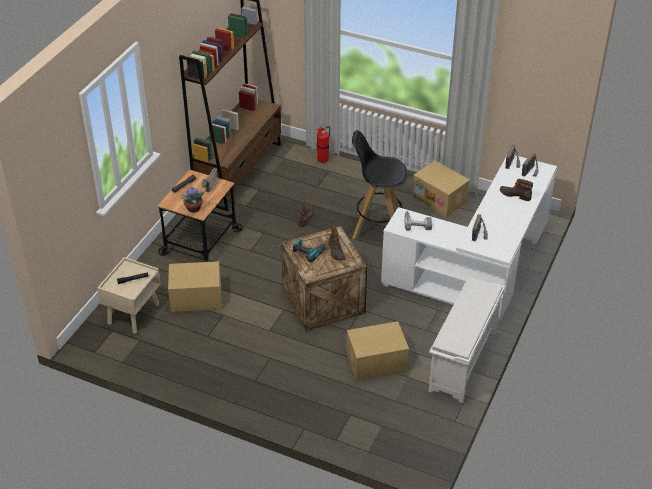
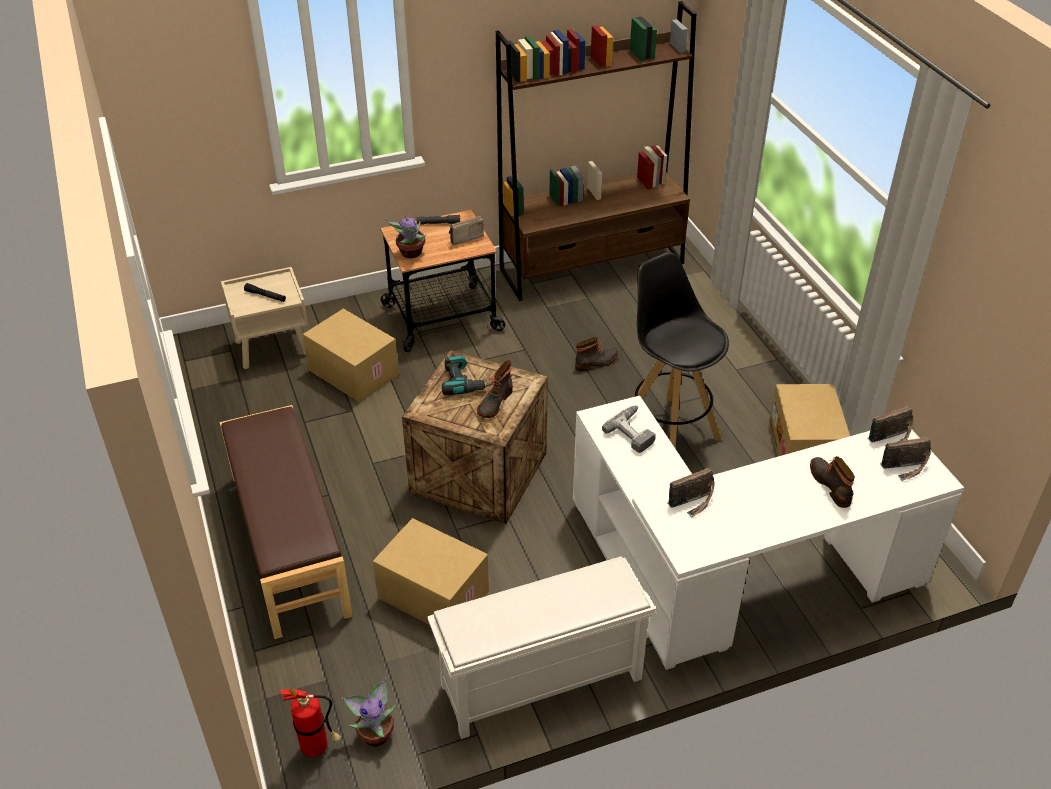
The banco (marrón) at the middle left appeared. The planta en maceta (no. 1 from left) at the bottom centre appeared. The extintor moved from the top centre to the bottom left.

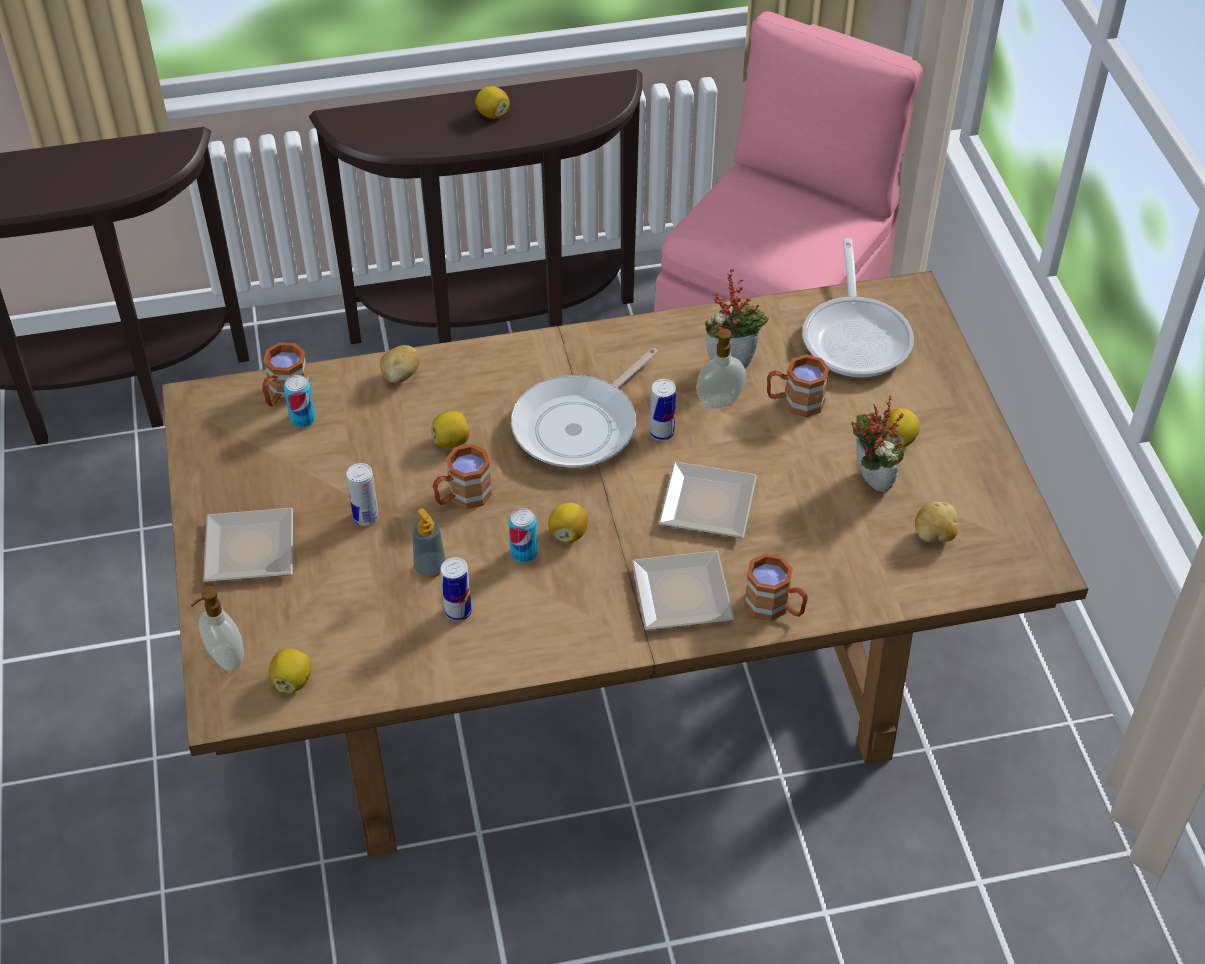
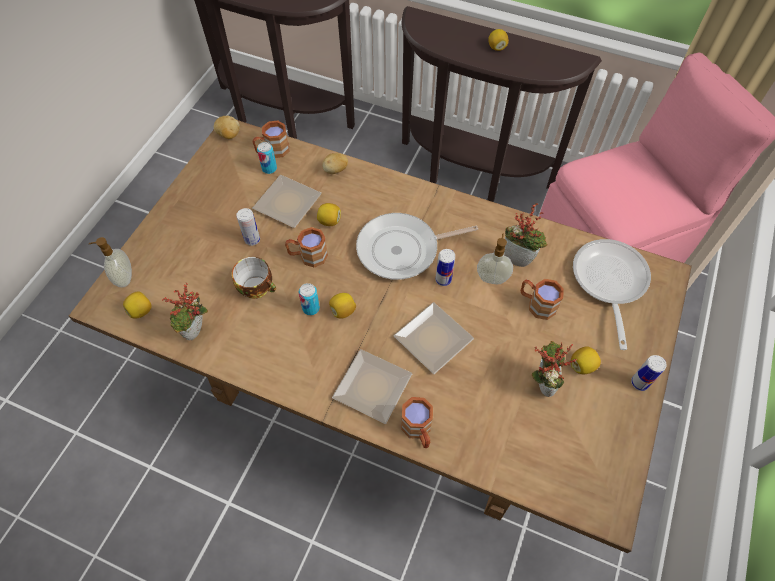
The planta en maceta (no. 1 from left) at the middle left appeared. The plato (no. 1 from left) moved from the middle left to the centre. The lata (no. 3 from left in the first image) moved from the centre to the middle right. The patata (no. 2 from left in the first image) moved from the middle right to the top left. The dispensador de jabón (no. 2 from left) at the centre was replaced by the taza at the middle left. The sartén (no. 2 from left) at the top right turned 150 degrees clockwise.

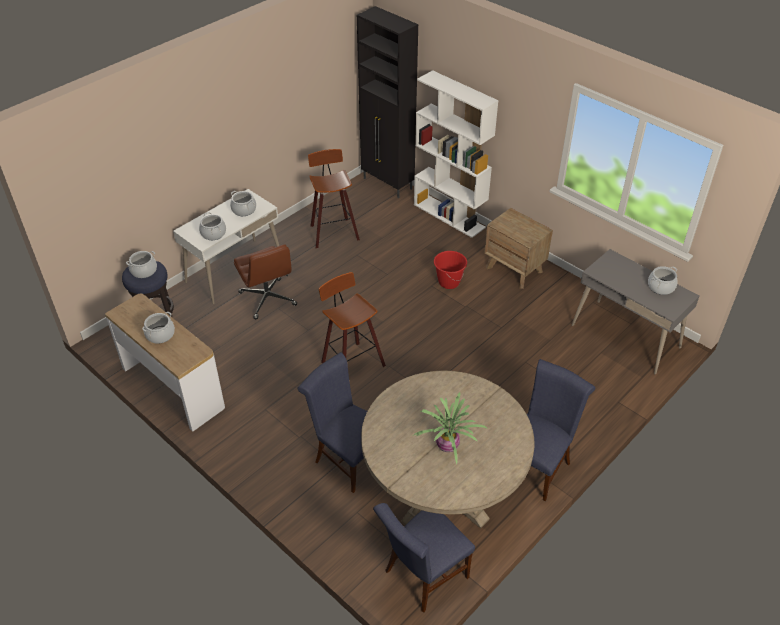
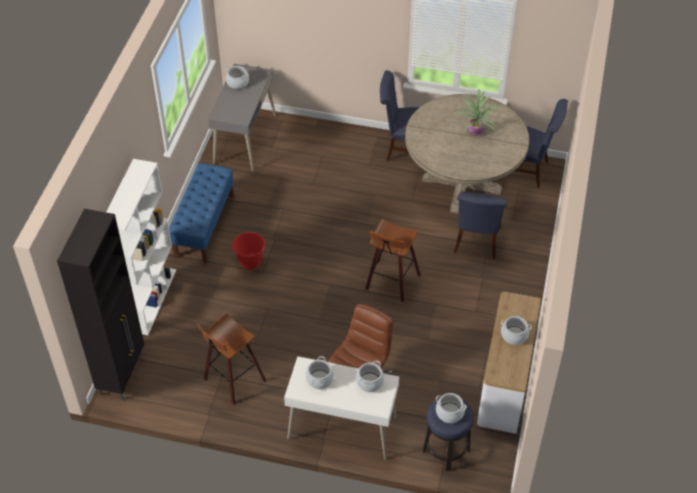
The mesita de noche (marrón) at the centre was replaced by the banco (azul) at the middle left.

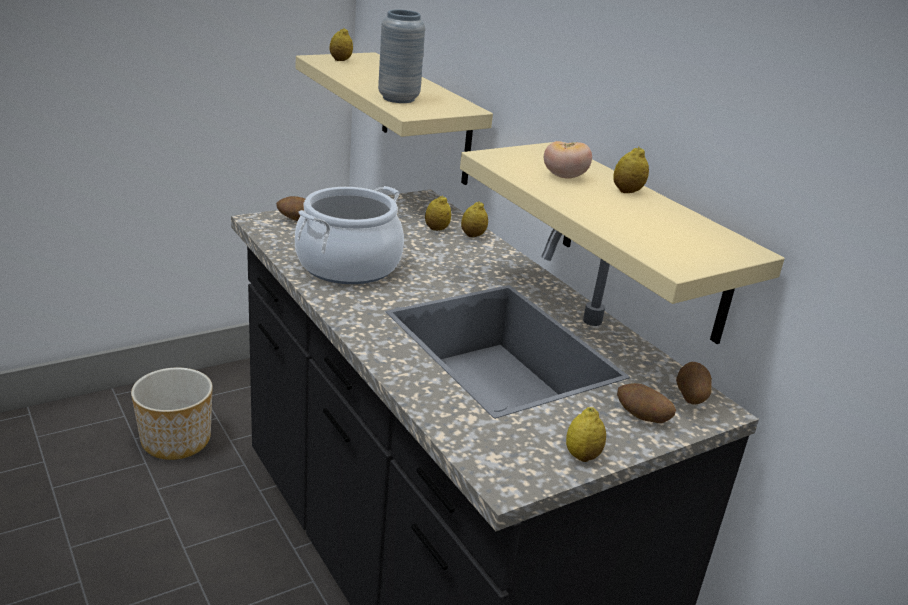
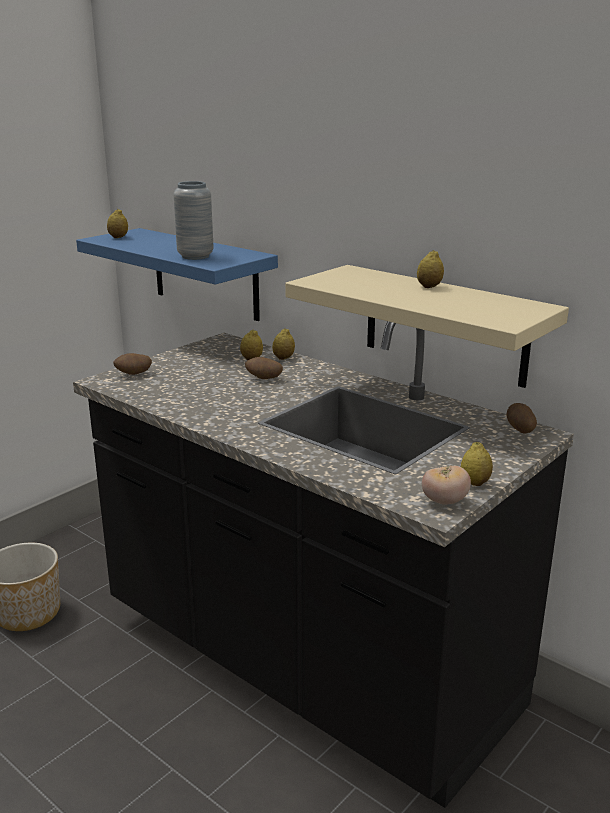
The olla at the centre disappeared. The tomate moved from the top centre to the middle right. The patata (no. 2 from left) moved from the middle right to the centre. The estante (beis) (no. 1 from left) at the top centre became the estante (azul) at the middle left.

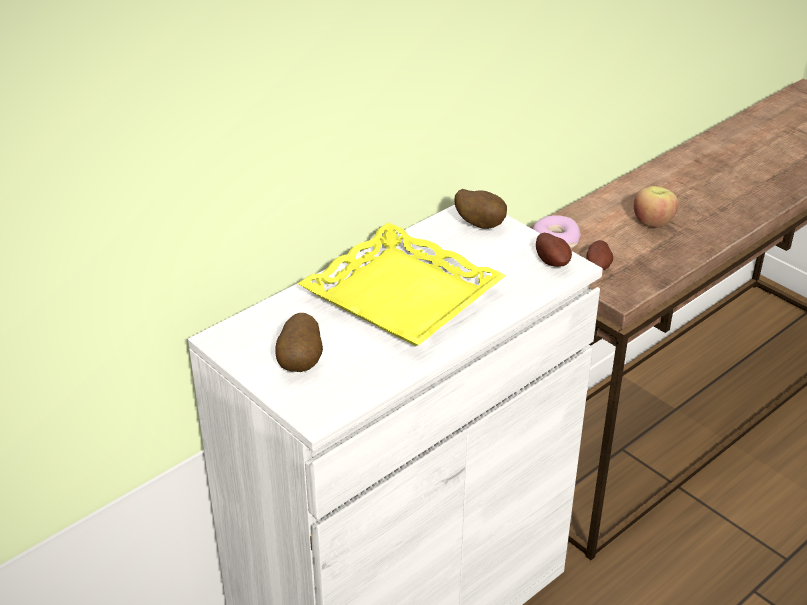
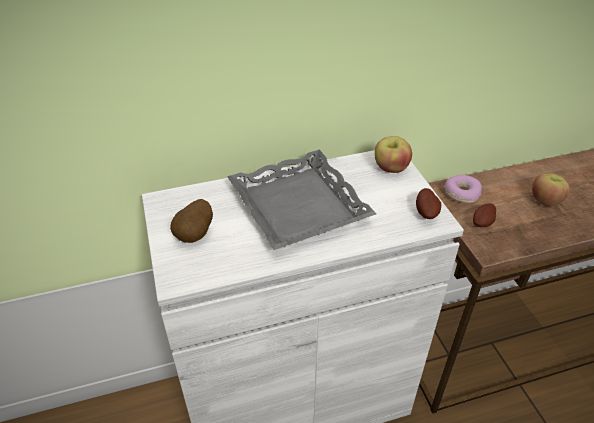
The patata (no. 2 from left) at the centre was replaced by the manzana (no. 1 from left) at the centre. The bandeja (amarillo) at the centre became the bandeja (gris) at the centre.

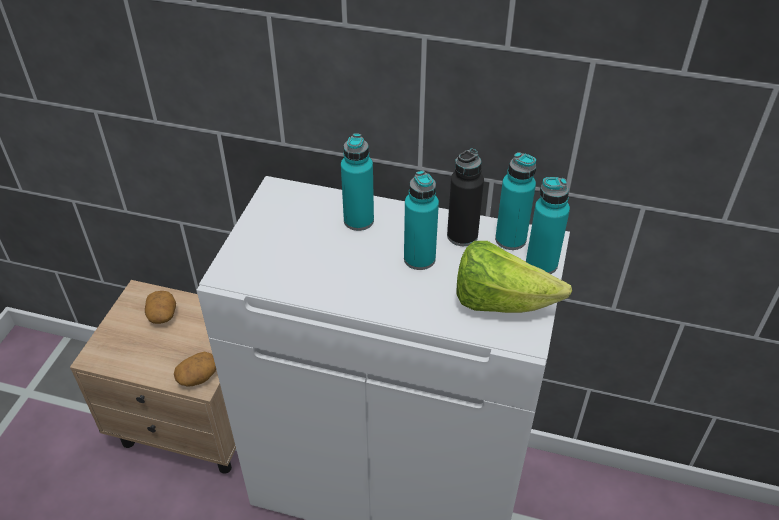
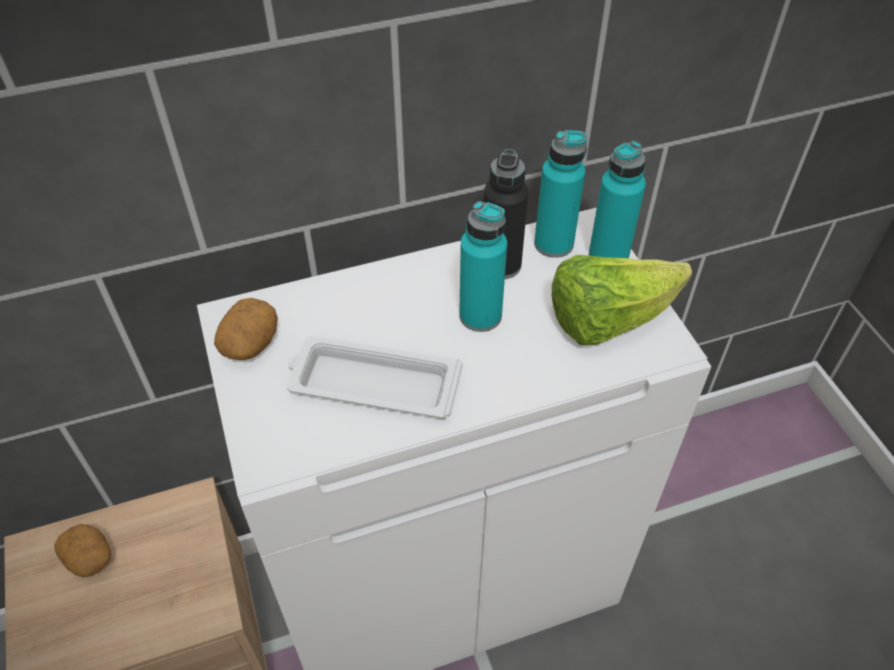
The botella (turquesa) (no. 1 from left) at the centre disappeared. The bandeja (blanco) at the centre appeared. The patata (no. 2 from left) moved from the bottom left to the middle left.

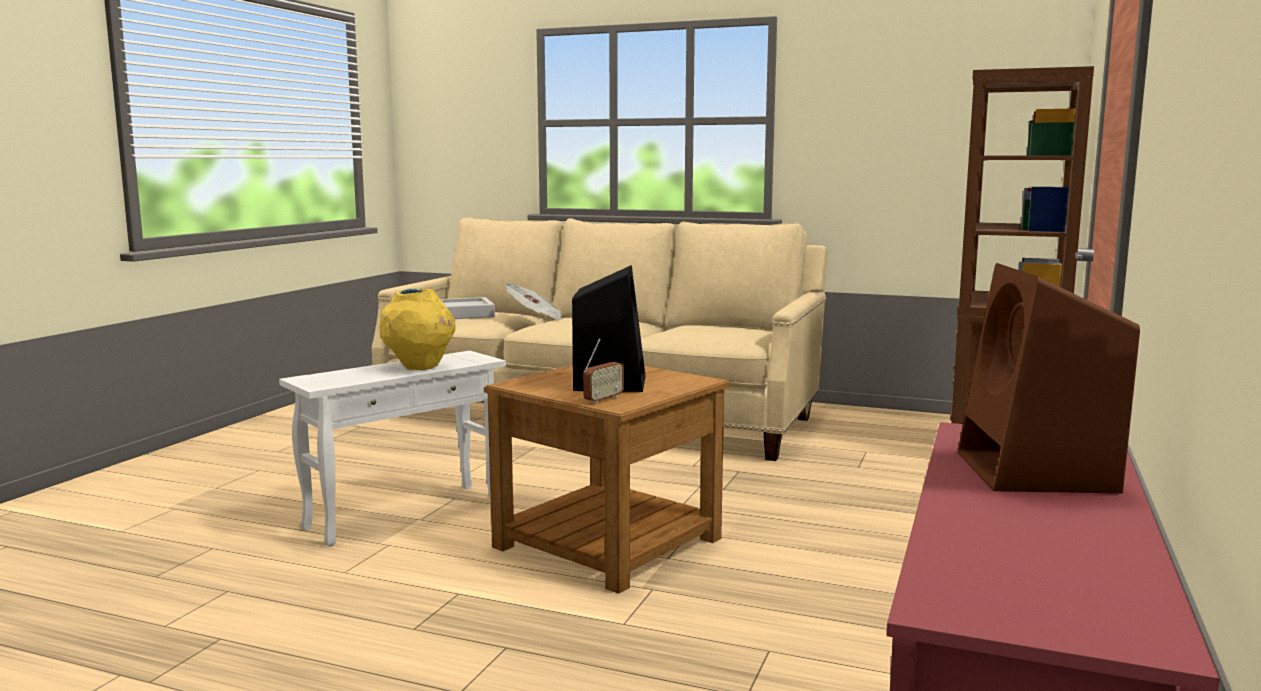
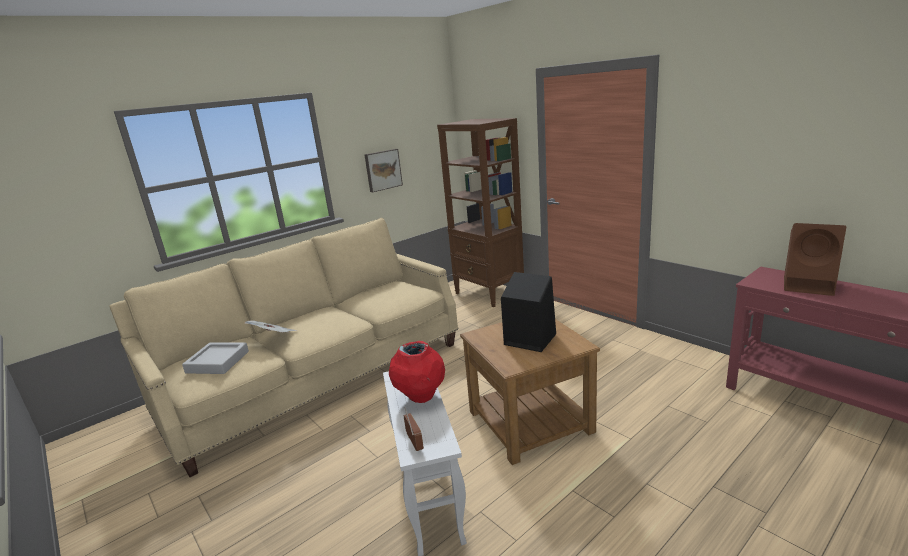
The cuadro at the top centre appeared. The radio moved from the centre to the bottom centre. The florero (amarillo) at the middle left became the florero (rojo) at the bottom centre.

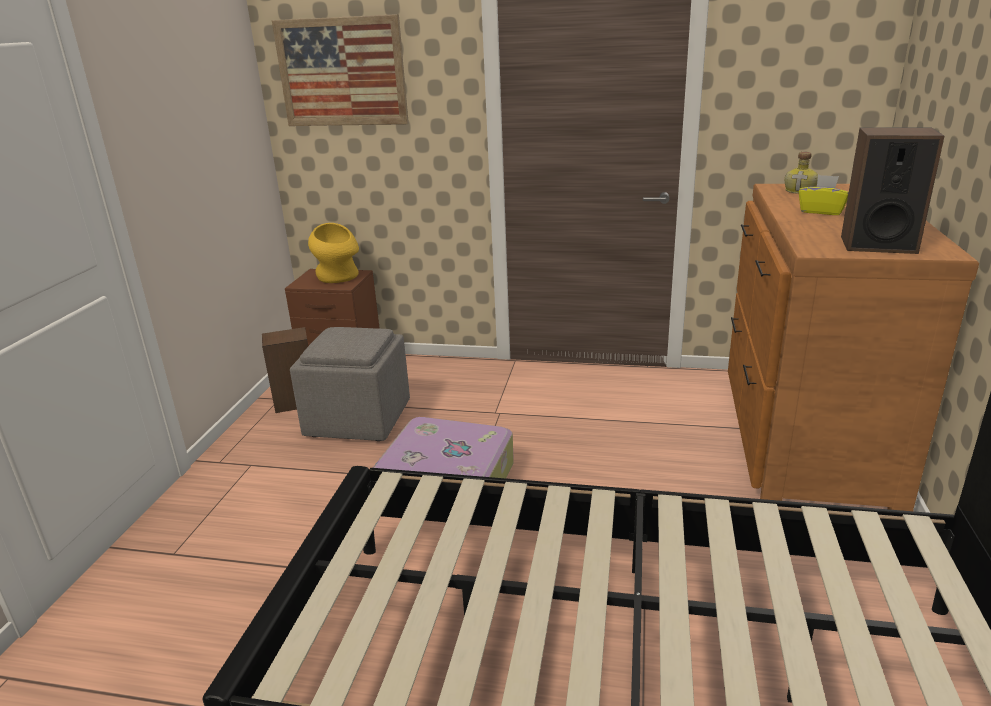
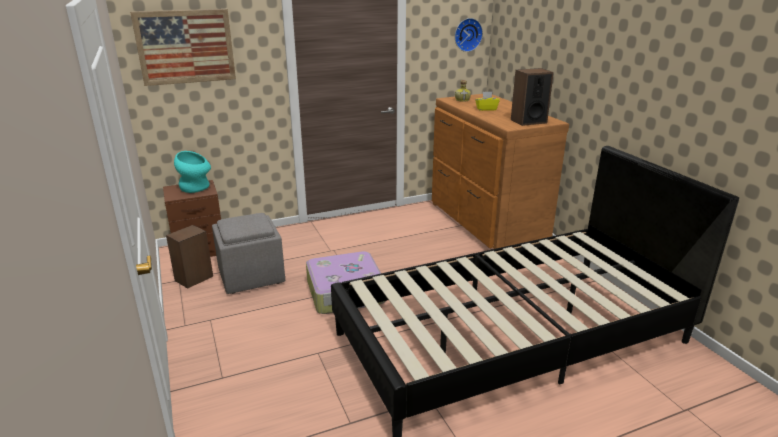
The reloj de pared at the top centre appeared. The florero (amarillo) at the centre became the florero (turquesa) at the middle left.

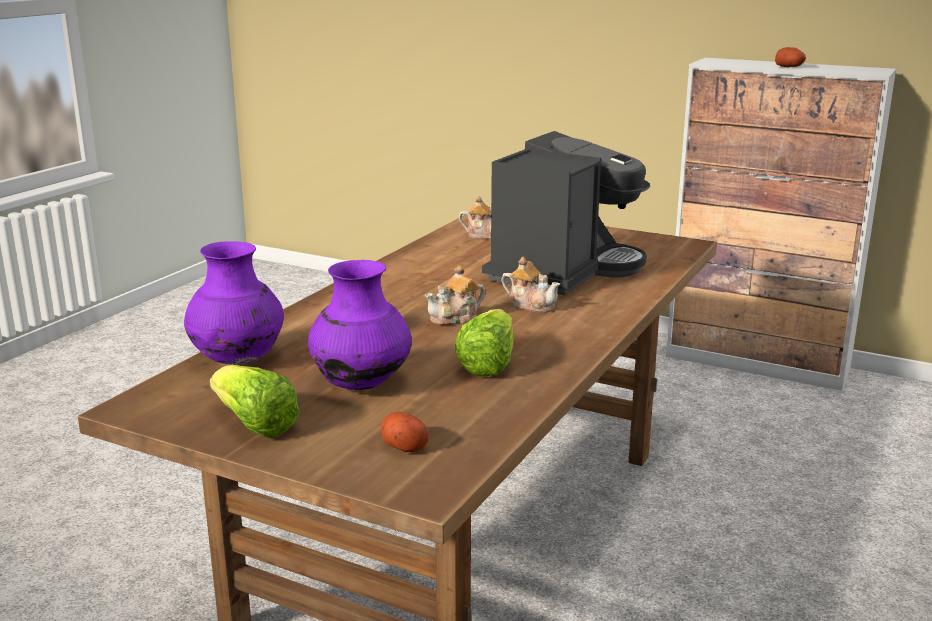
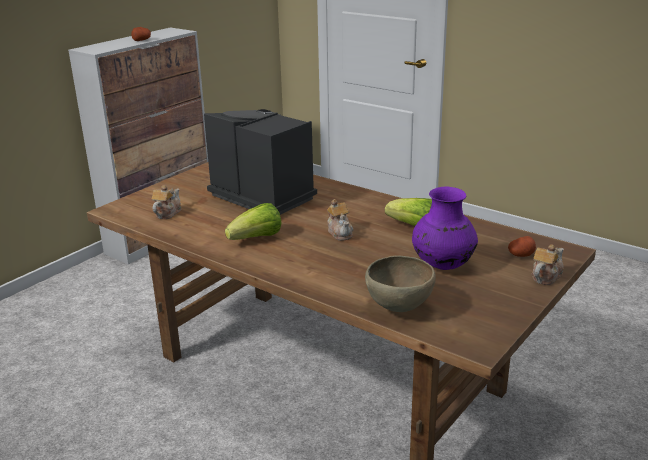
The lechuga (no. 1 from left) moved from the middle left to the centre. The tetera (no. 3 from left) moved from the centre to the middle right. The florero (morado) (no. 1 from left) at the middle left was replaced by the cuenco (marrón) at the centre.

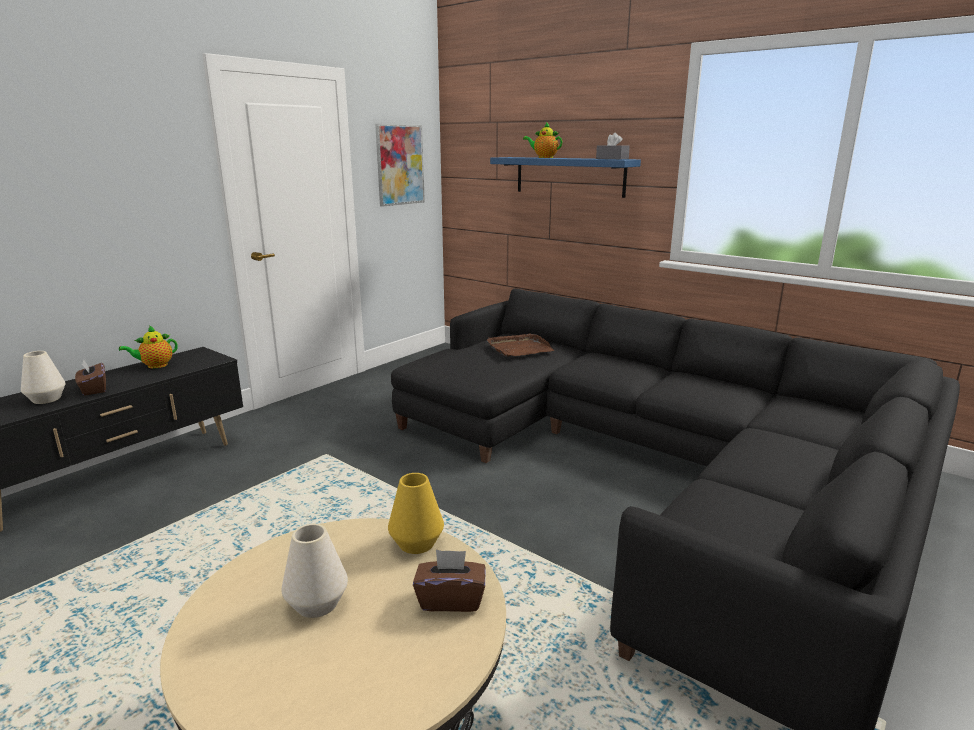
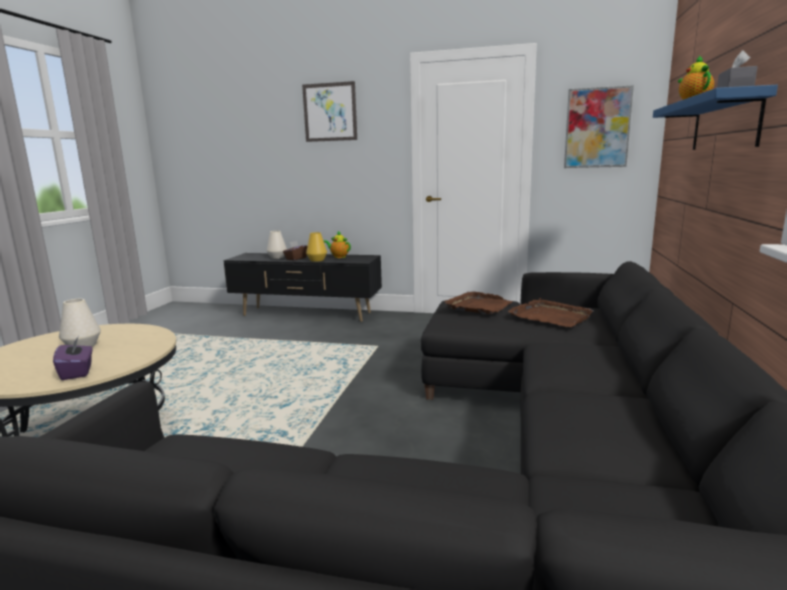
The cuadro (no. 1 from left) at the top centre appeared. The bandeja (marrón) (no. 1 from left) at the centre appeared. The florero (amarillo) moved from the bottom centre to the centre. The caja de pañuelos (marrón) (no. 2 from left) at the bottom centre became the caja de pañuelos (morado) at the middle left.

